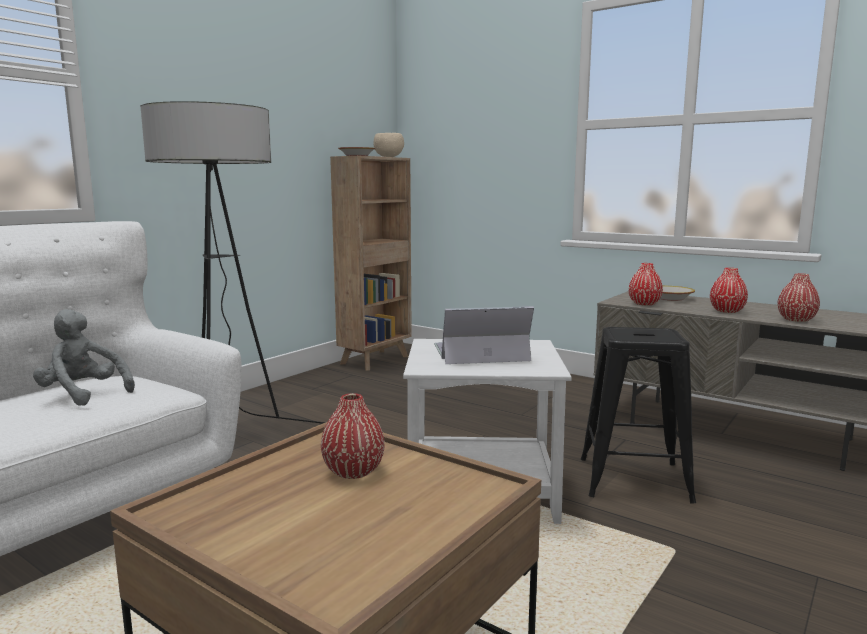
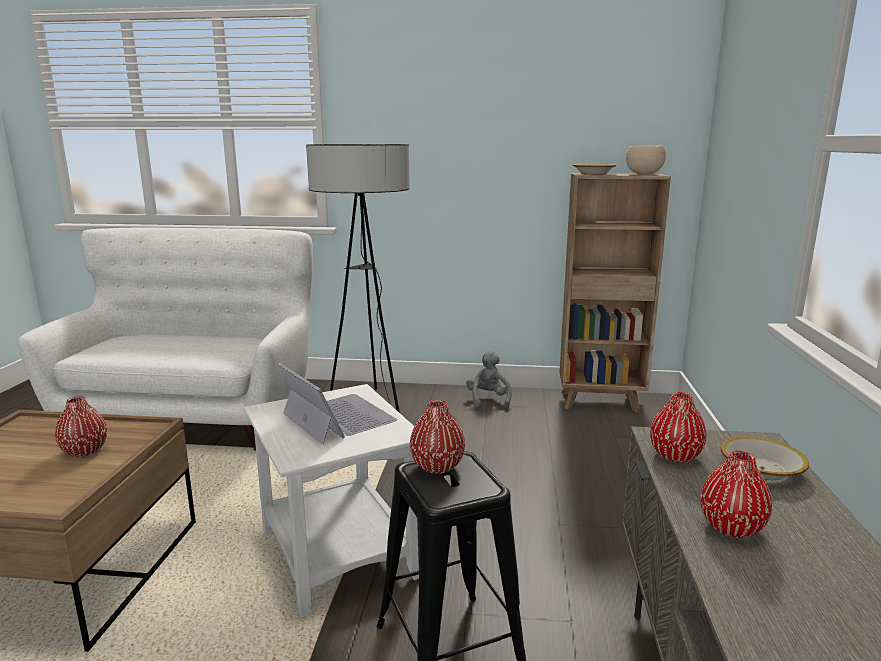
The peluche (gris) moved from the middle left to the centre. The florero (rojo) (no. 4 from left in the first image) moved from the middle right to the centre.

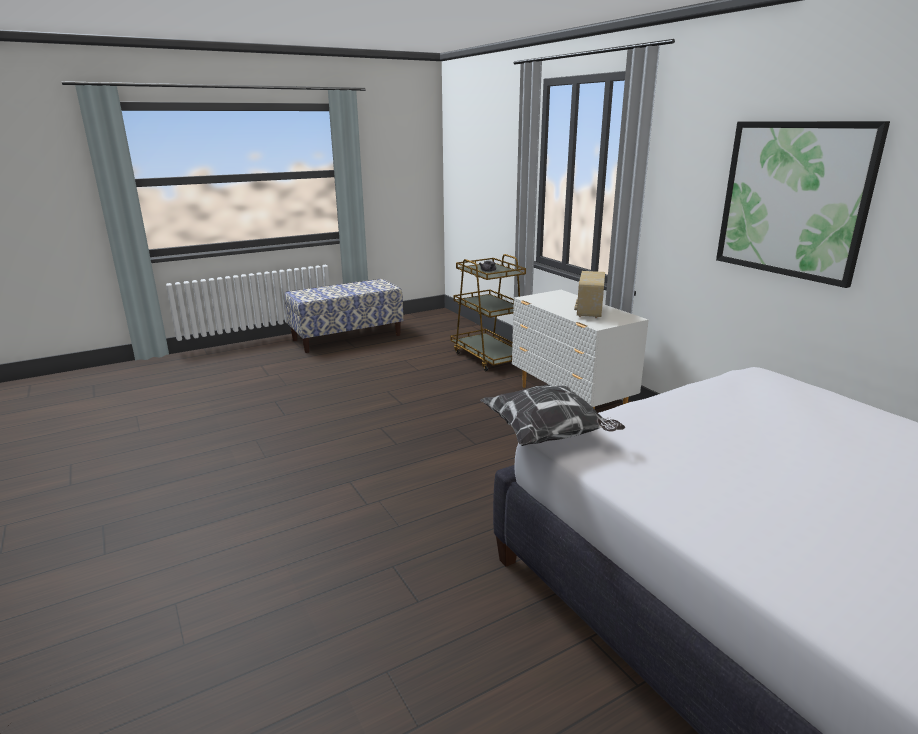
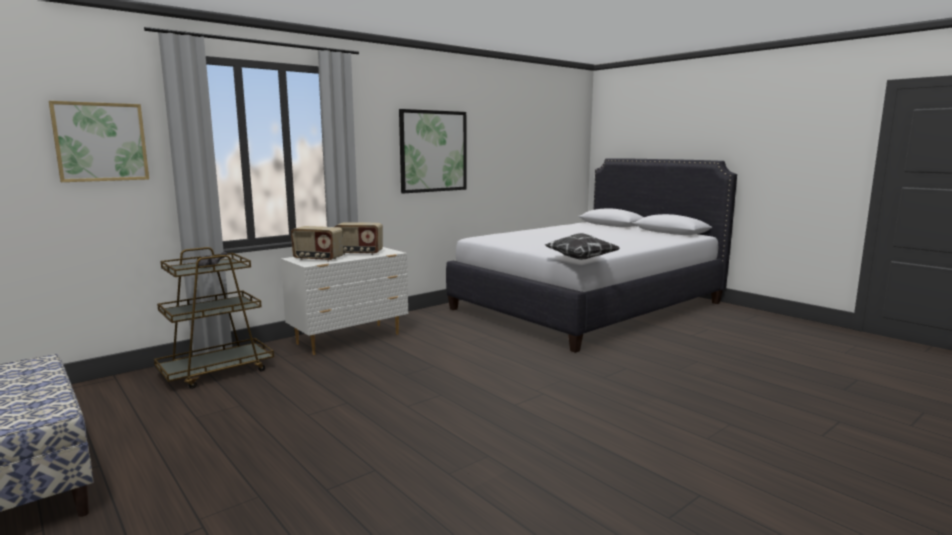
The cuadro (no. 1 from left) at the top left appeared. The radio (no. 1 from left) at the middle left appeared.

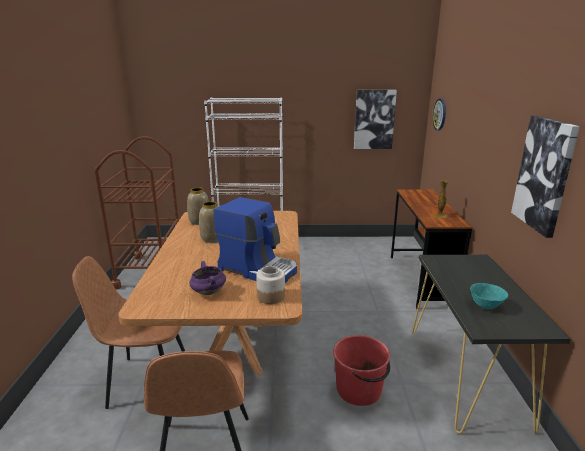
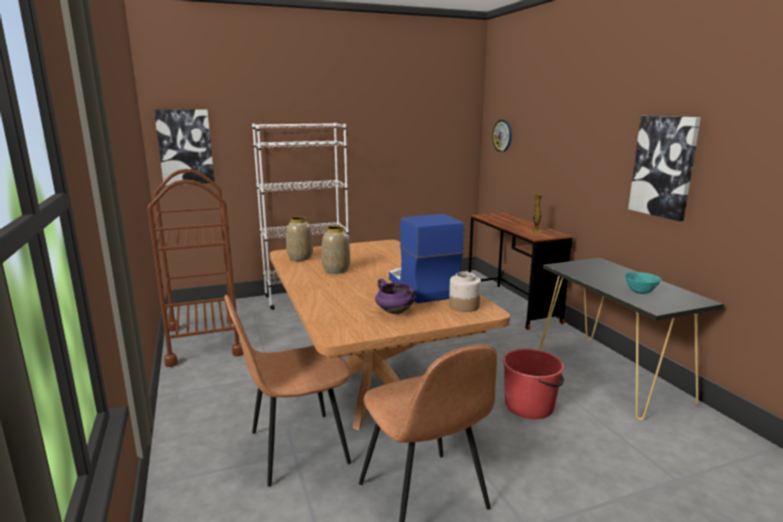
The cuadro (no. 1 from left) moved from the top centre to the top left. The cafetera at the centre turned 120 degrees counterclockwise.

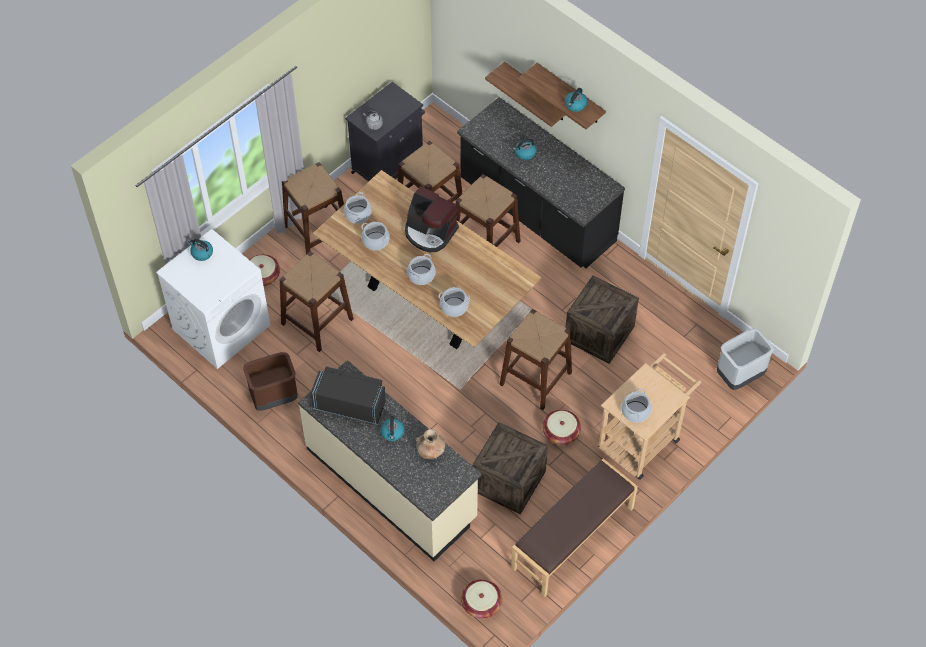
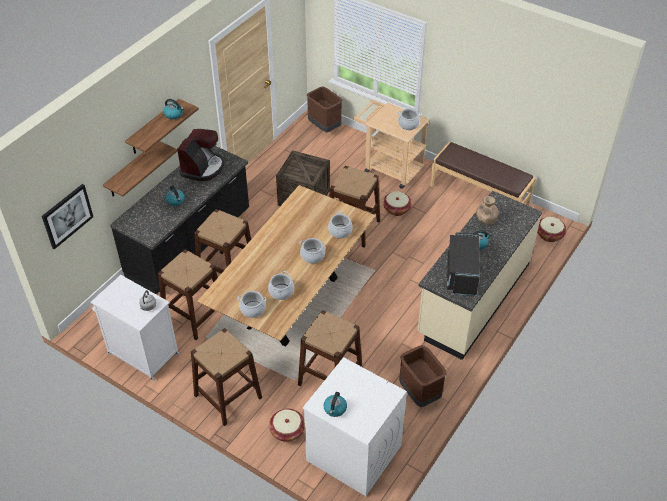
The caja de embalaje (no. 1 from left) at the bottom centre disappeared. The cuadro at the middle left appeared. The cafetera moved from the centre to the top left. The armario (negro) at the top centre became the armario (blanco) at the middle left. The papelera (gris) at the middle right became the papelera (marrón) (no. 1 from left) at the top centre.

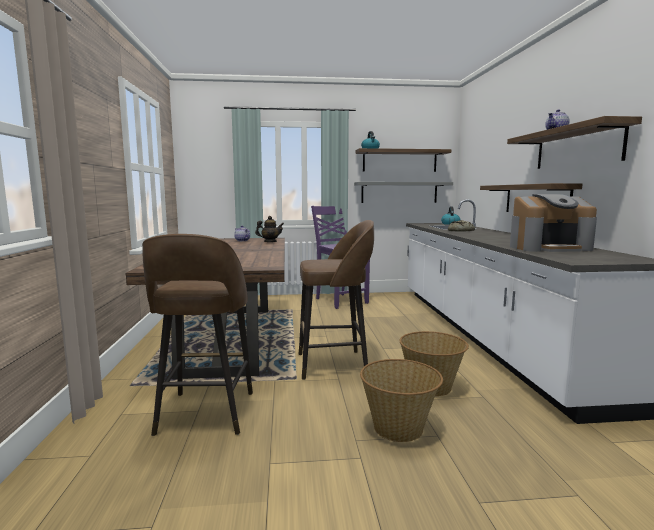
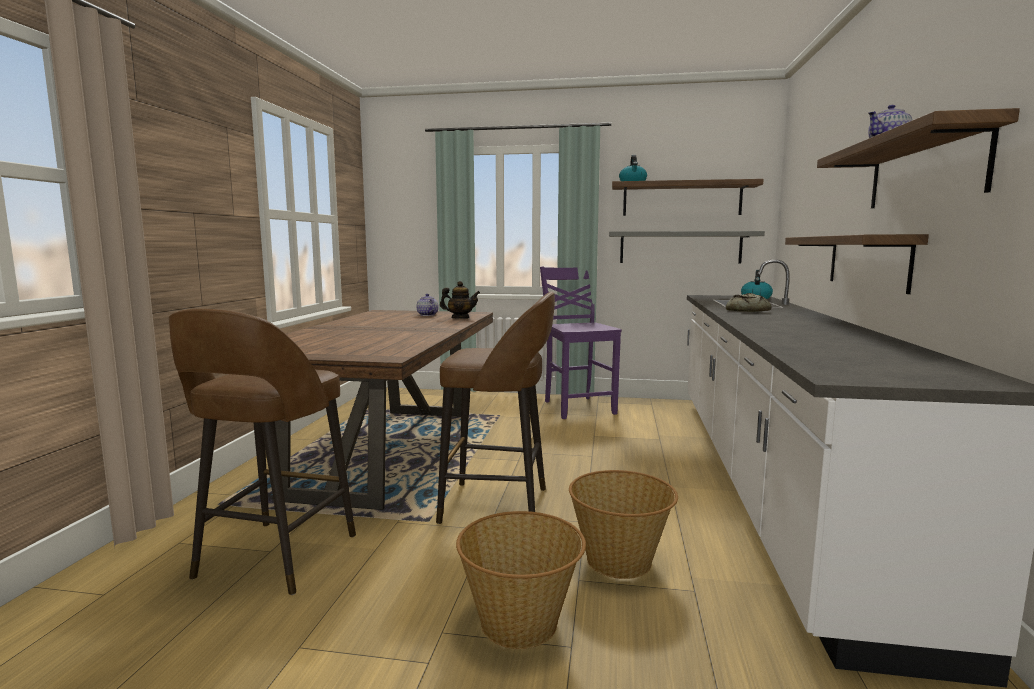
The cafetera at the middle right disappeared.

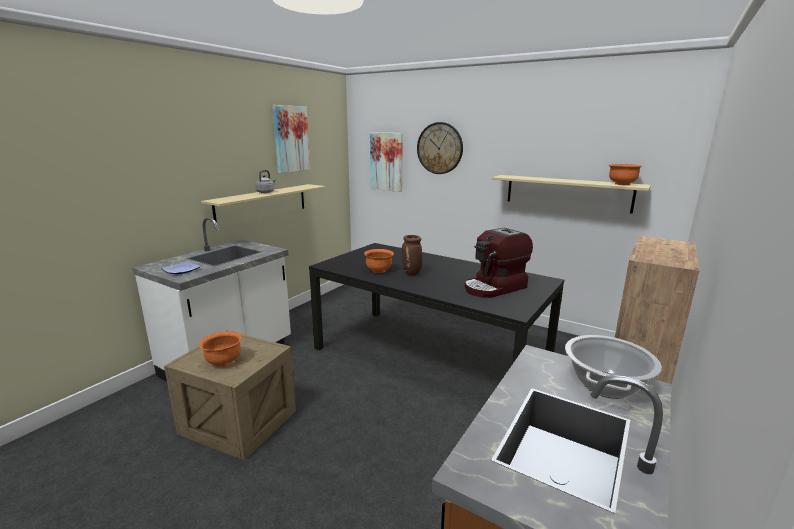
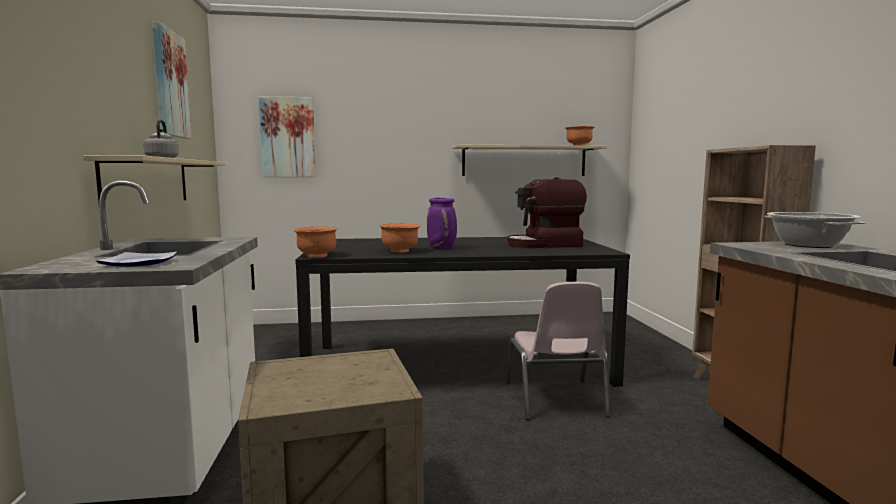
The reloj de pared at the top centre disappeared. The silla (rosa) at the bottom centre appeared. The cuenco (naranja) (no. 1 from left) moved from the middle left to the centre. The florero (marrón) at the centre became the florero (morado) at the centre. The cafetera at the centre turned 60 degrees clockwise.

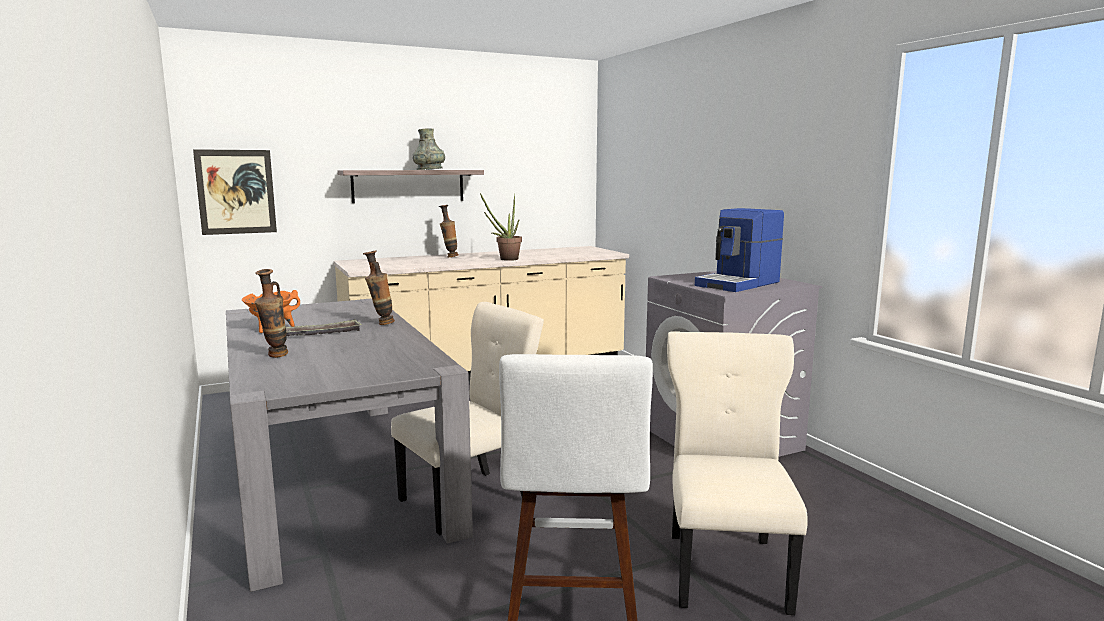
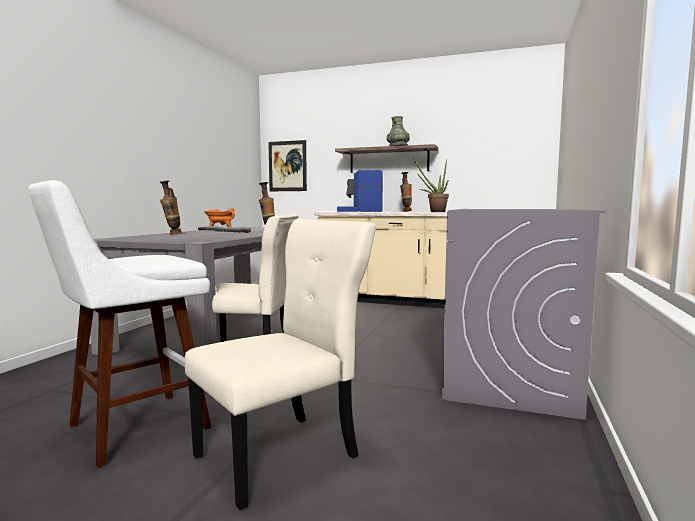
The cafetera moved from the middle right to the centre.

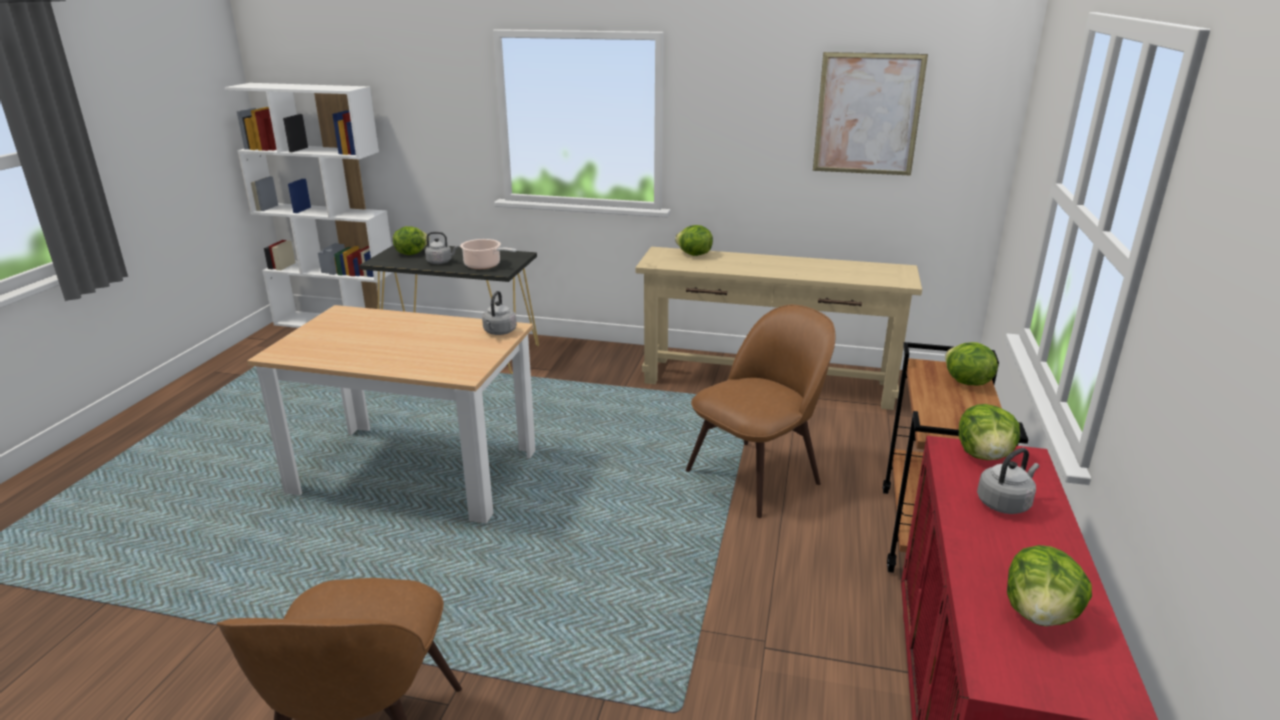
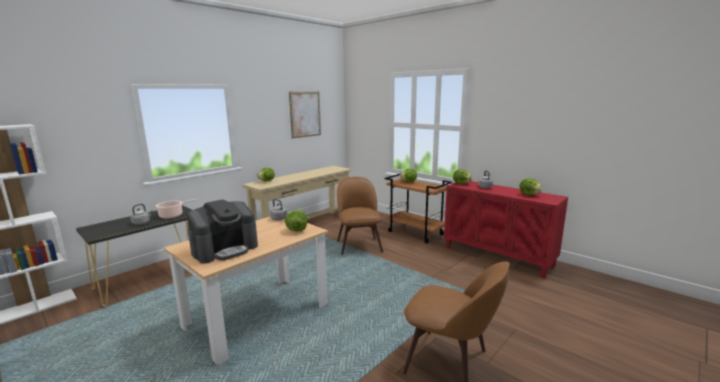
The cafetera at the middle left appeared. The lechuga (no. 1 from left in the first image) moved from the middle left to the centre.

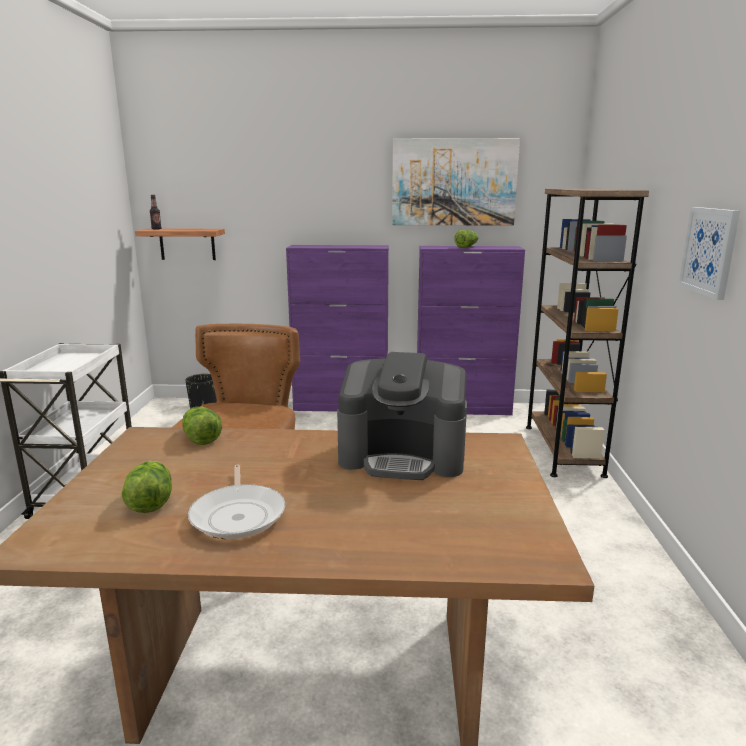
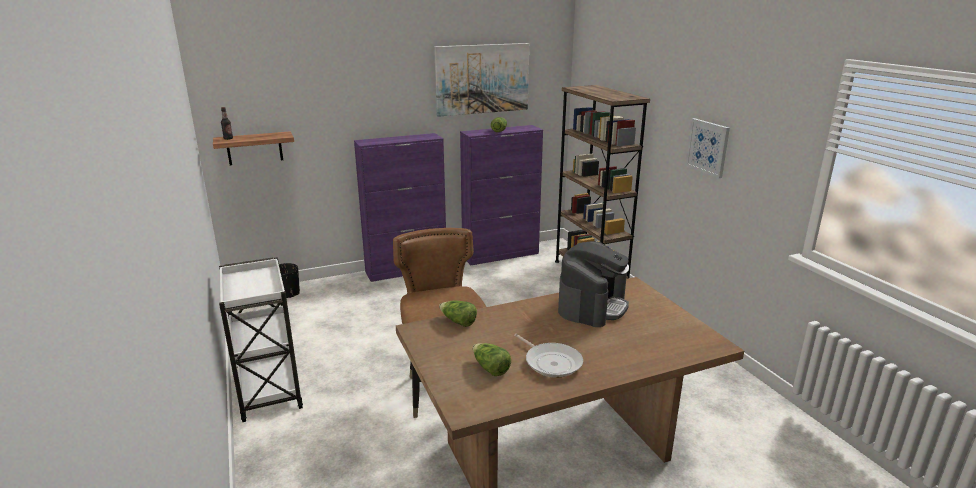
The cafetera at the centre turned 45 degrees counterclockwise.

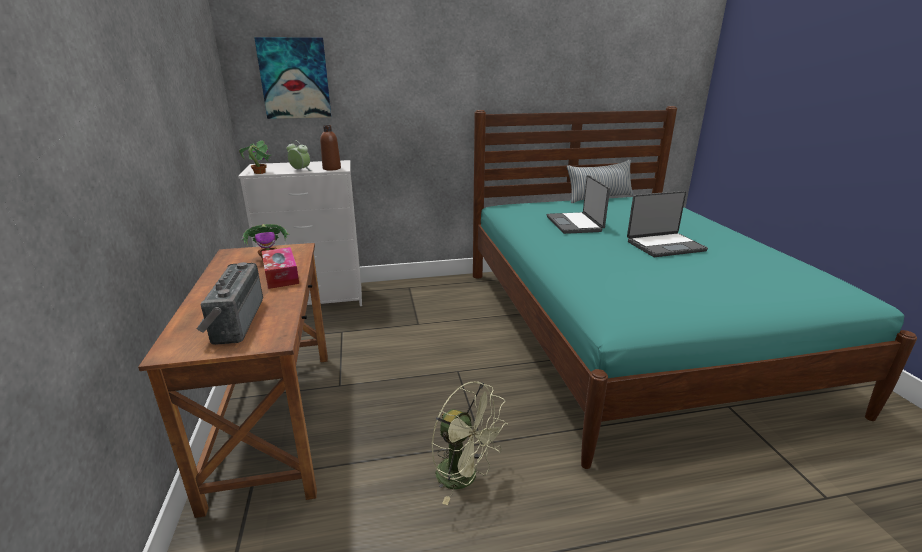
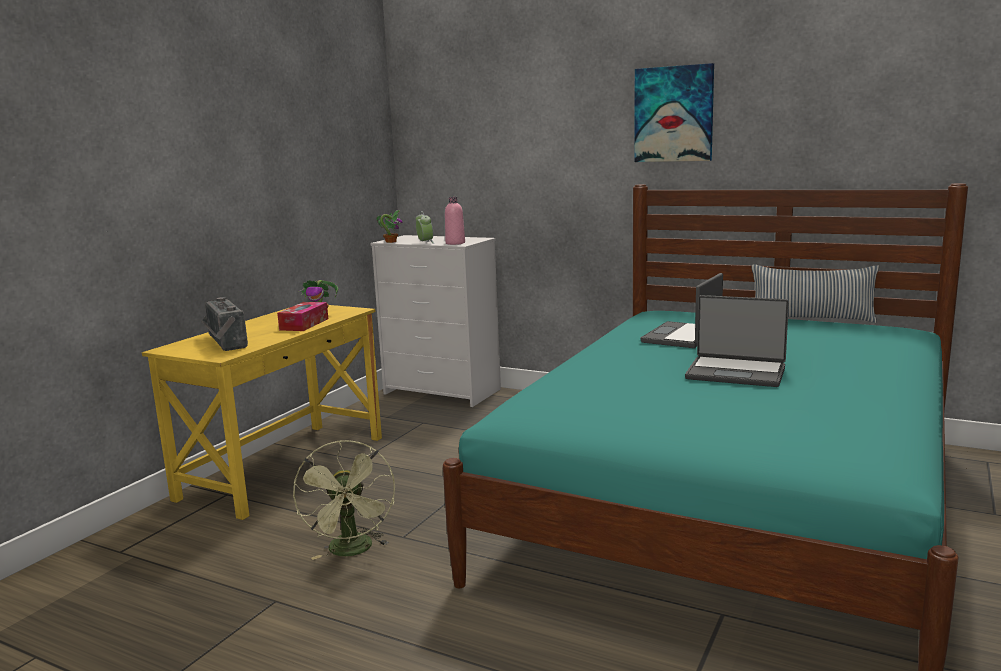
The cuadro moved from the top left to the top right. The escritorio (marrón) at the bottom left became the escritorio (amarillo) at the middle left. The botella (marrón) at the top centre became the botella (rosa) at the top centre. The radio at the middle left turned 60 degrees counterclockwise.

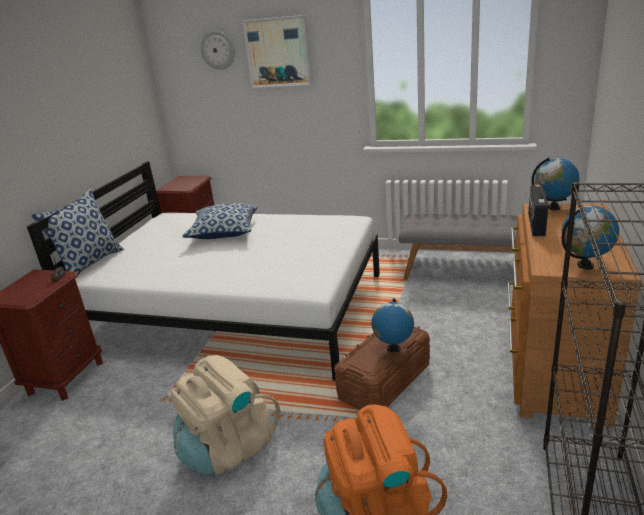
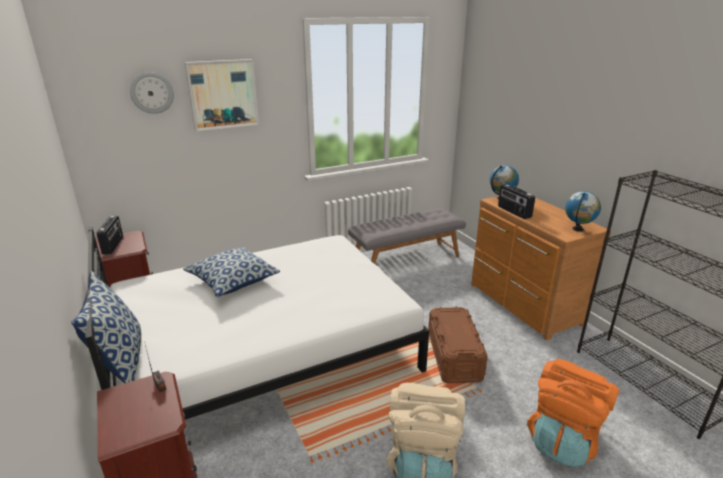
The globo terráqueo (no. 1 from left) at the centre disappeared. The radio (no. 1 from left) at the middle left appeared.

